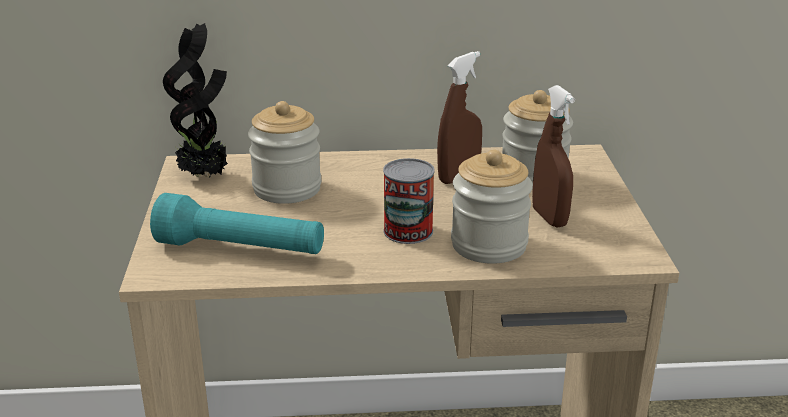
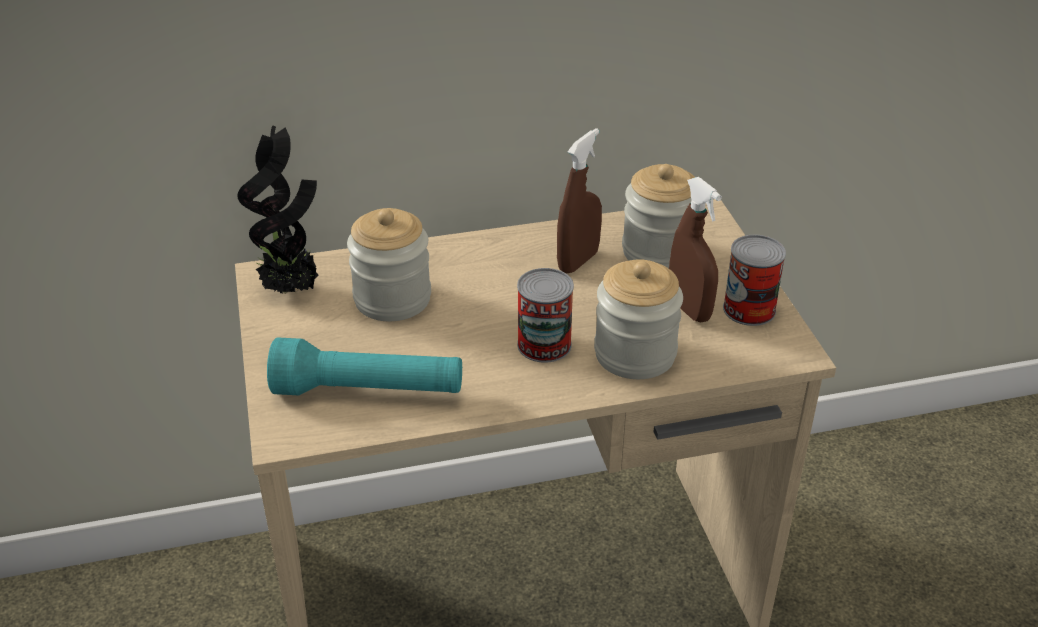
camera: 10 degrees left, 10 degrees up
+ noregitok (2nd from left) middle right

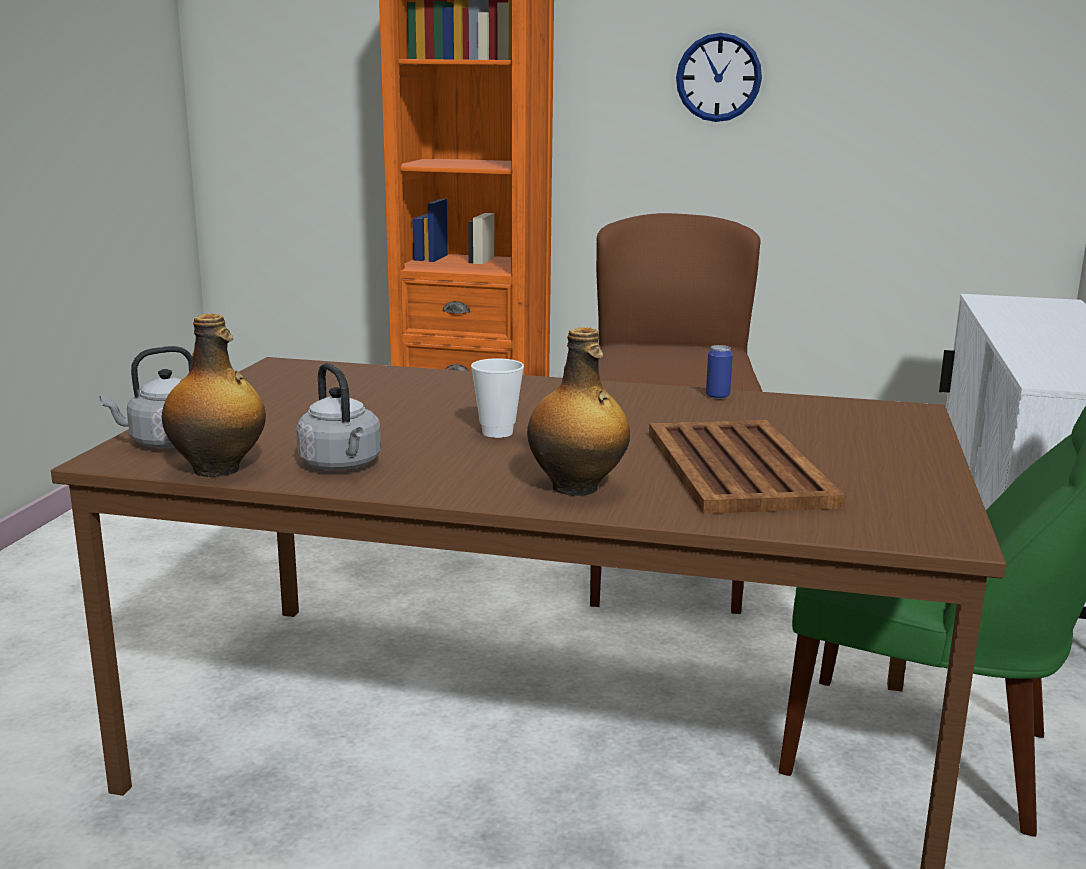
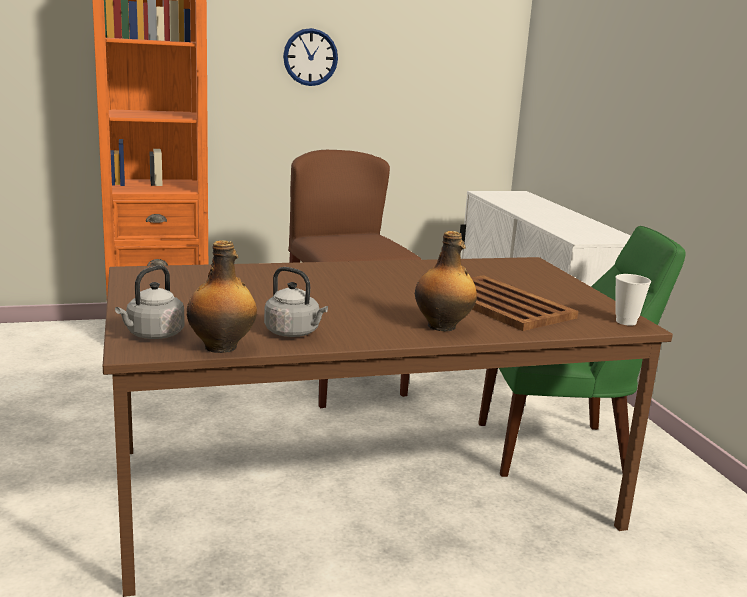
camera: 30 degrees left, 0 degrees up
~ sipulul centre to middle right
- noregitok centre

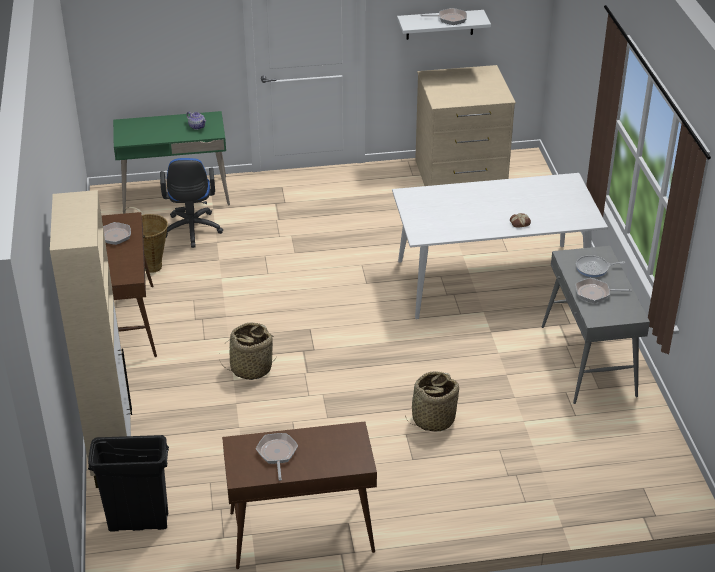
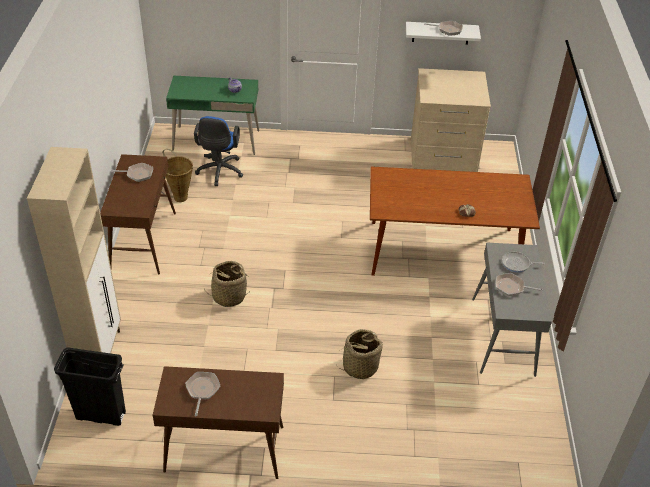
camera: 10 degrees right, 5 degrees up
~ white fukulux middle right to brown fukulux middle right

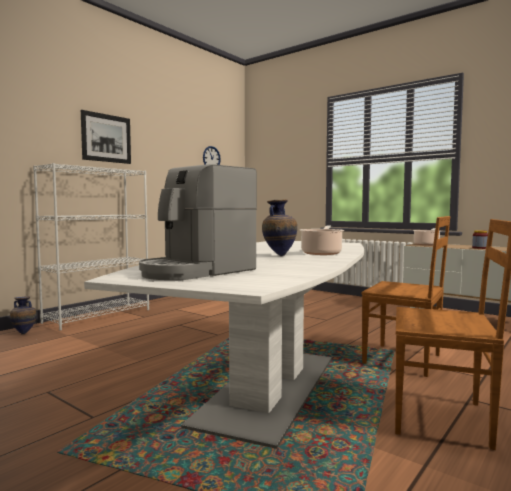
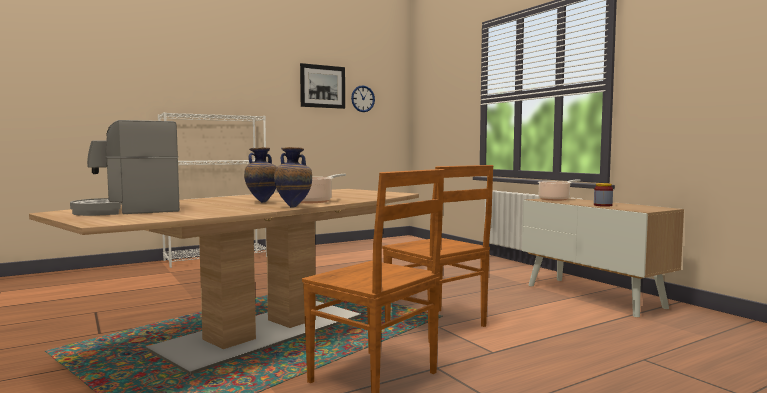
camera: 20 degrees right, 0 degrees up
~ white fukulux bottom centre to brown fukulux bottom left
~ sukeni (1st from left in the first image) middle left to sukeni (2nd from left) centre
~ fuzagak top left to top centre

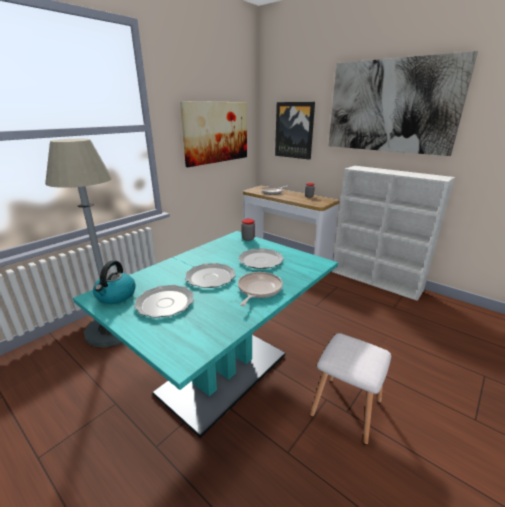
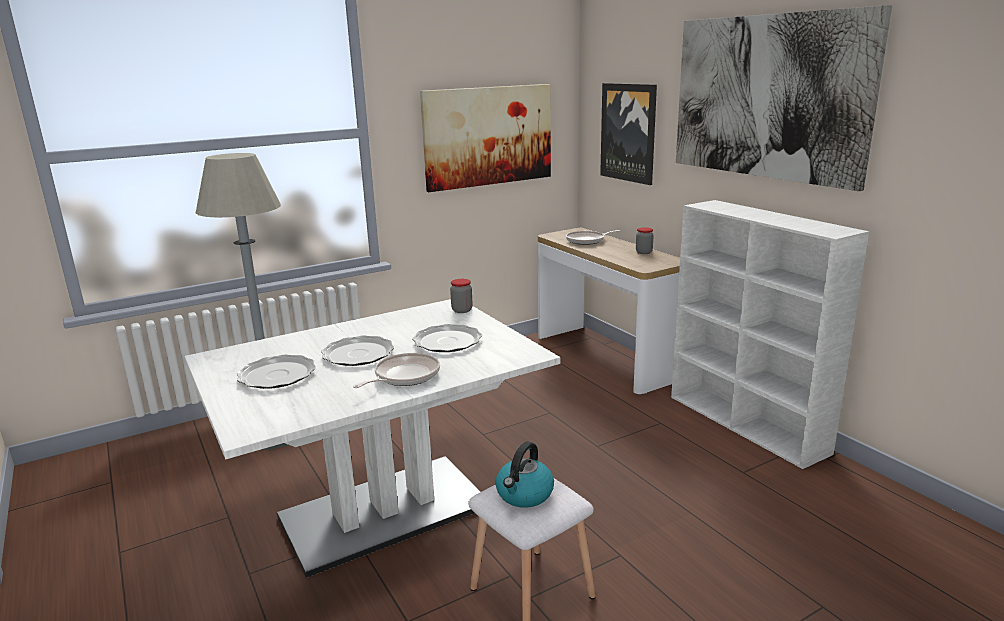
camera: 20 degrees right, 5 degrees down
~ turquoise fukulux centre to white fukulux bottom centre
~ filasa middle left to bottom centre

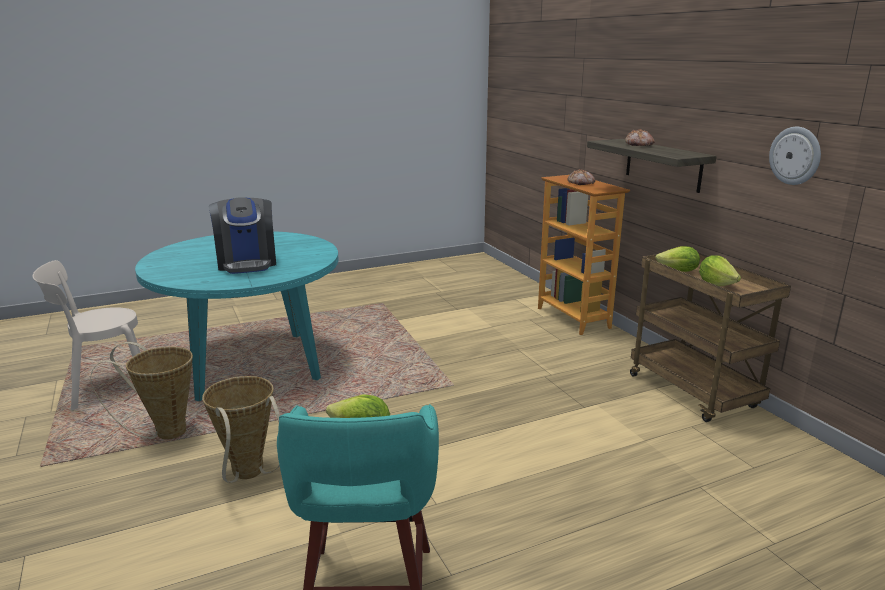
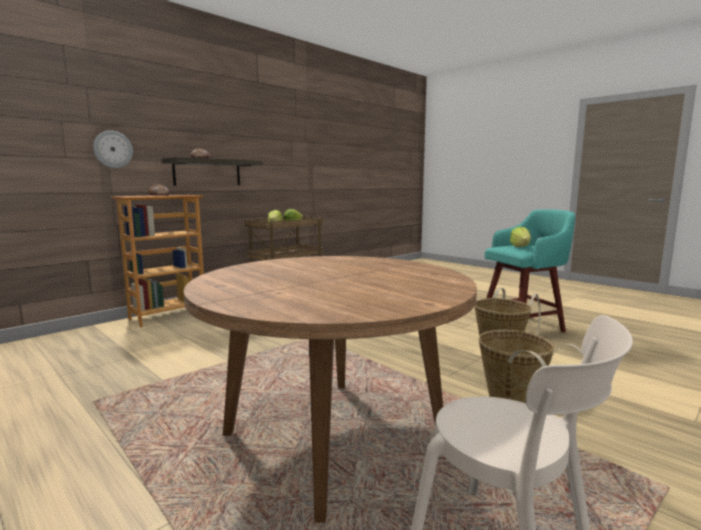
camera: 110 degrees left, 10 degrees down
~ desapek top right to top left
~ turquoise fukulux middle left to brown fukulux bottom centre
- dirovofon middle left

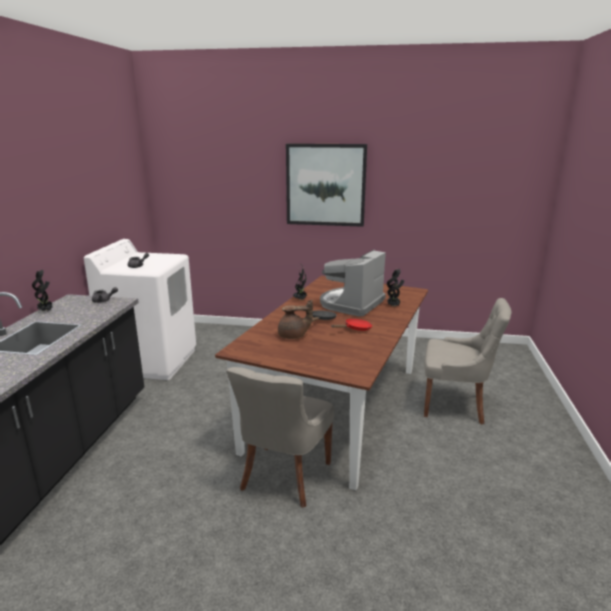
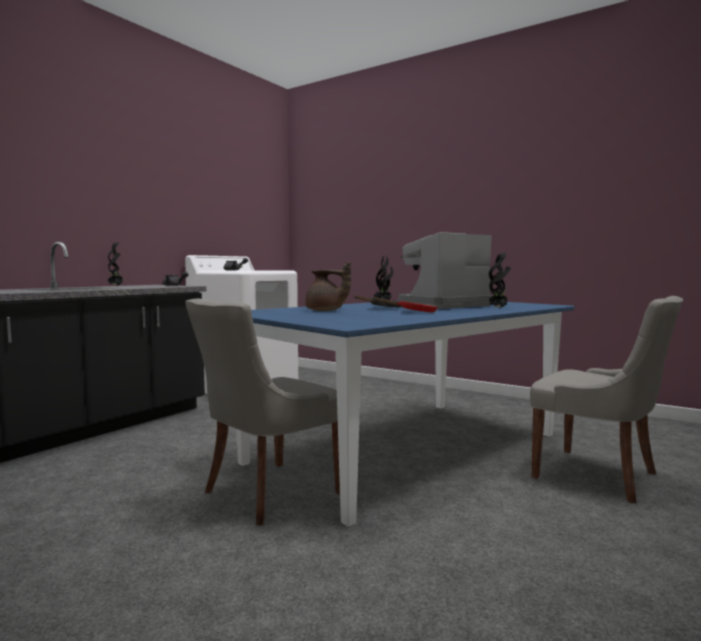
camera: 25 degrees right, 15 degrees down
~ brown fukulux centre to blue fukulux centre
- fuzagak top centre

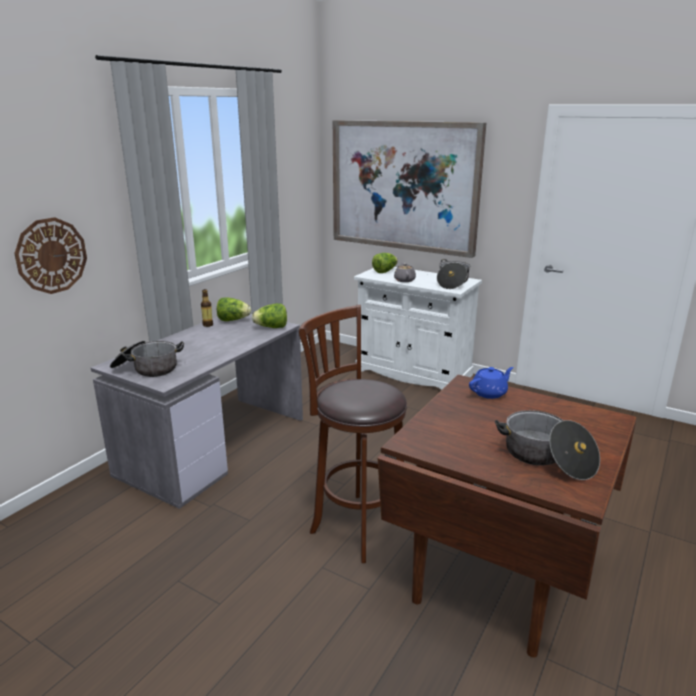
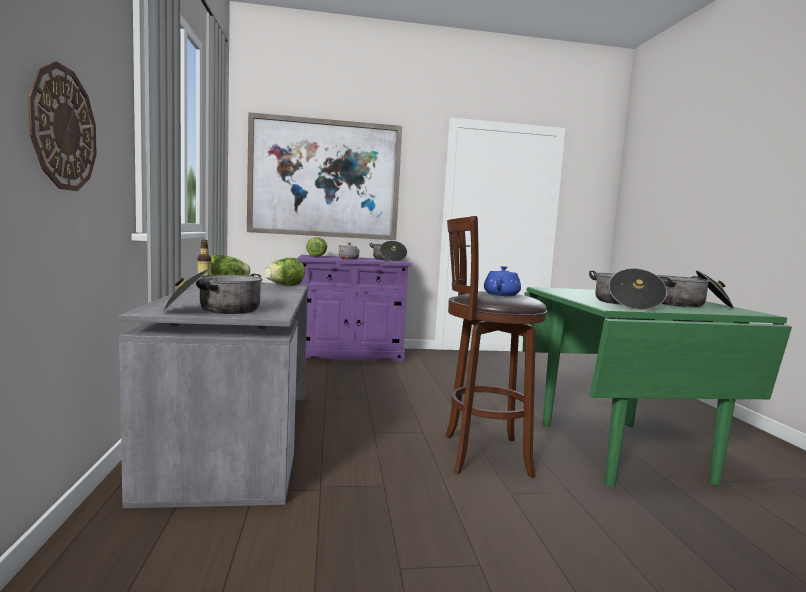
camera: 40 degrees left, 15 degrees down
~ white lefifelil centre to purple lefifelil centre
~ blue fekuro middle right to centre
~ brown fukulux bottom right to green fukulux middle right
+ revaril (3rd from left) middle right

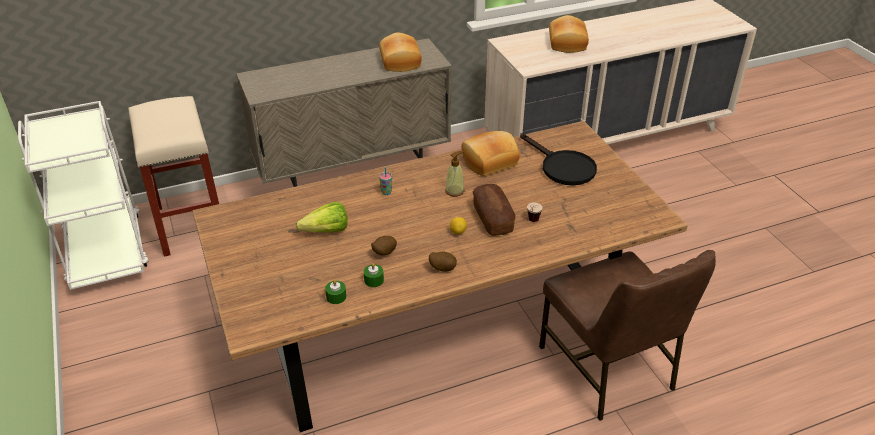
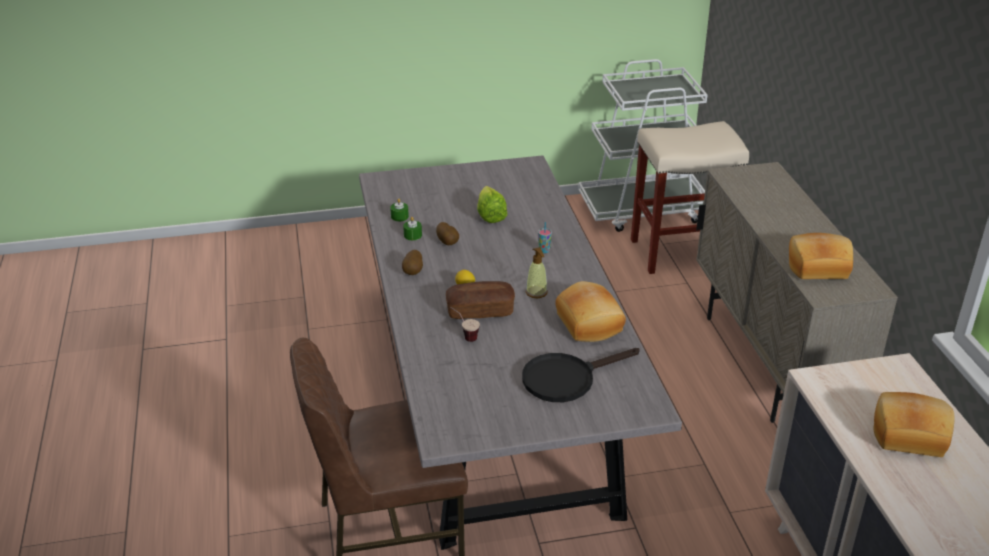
camera: 100 degrees right, 5 degrees down
~ brown fukulux centre to grey fukulux centre

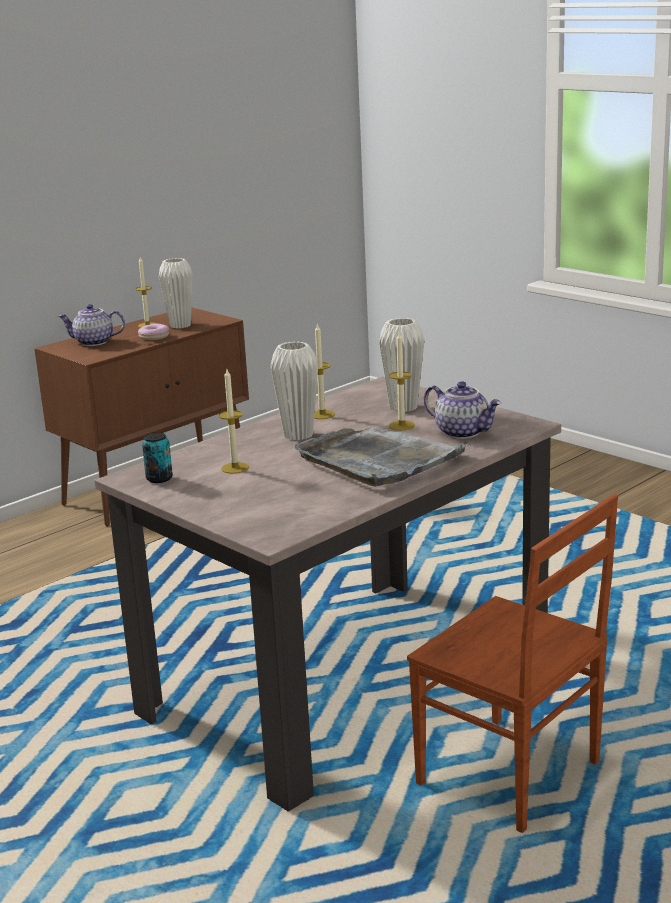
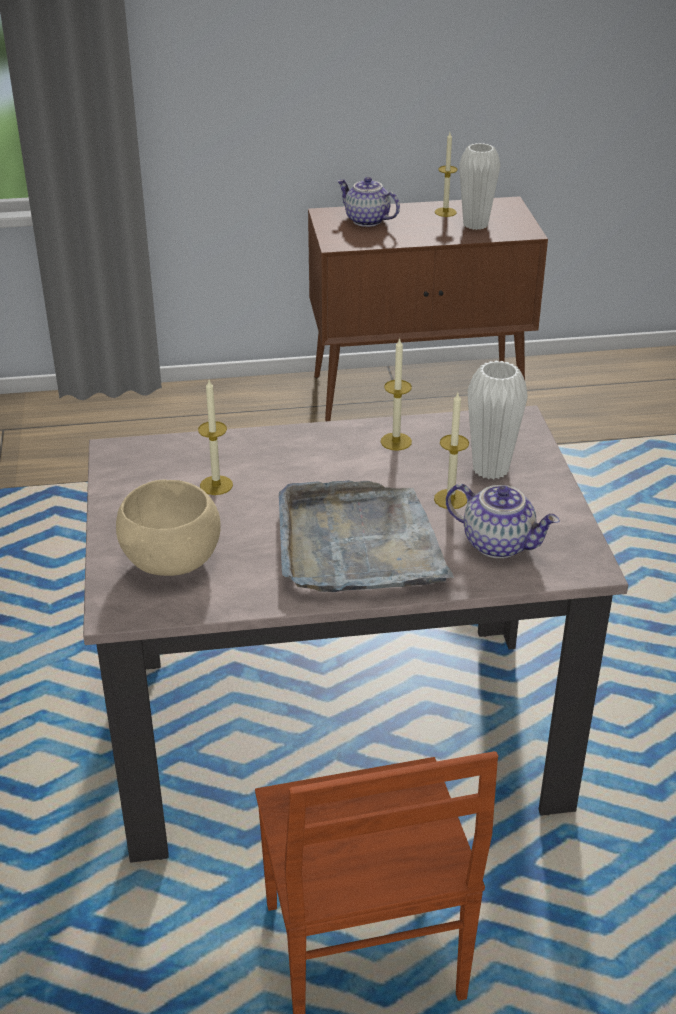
camera: 35 degrees right, 15 degrees up
+ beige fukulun middle left
~ fekuro (2nd from left) middle right = middle right 45 degrees counterclockwise
- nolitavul middle left
- noregitok middle left
- white sukeni (2nd from left) centre

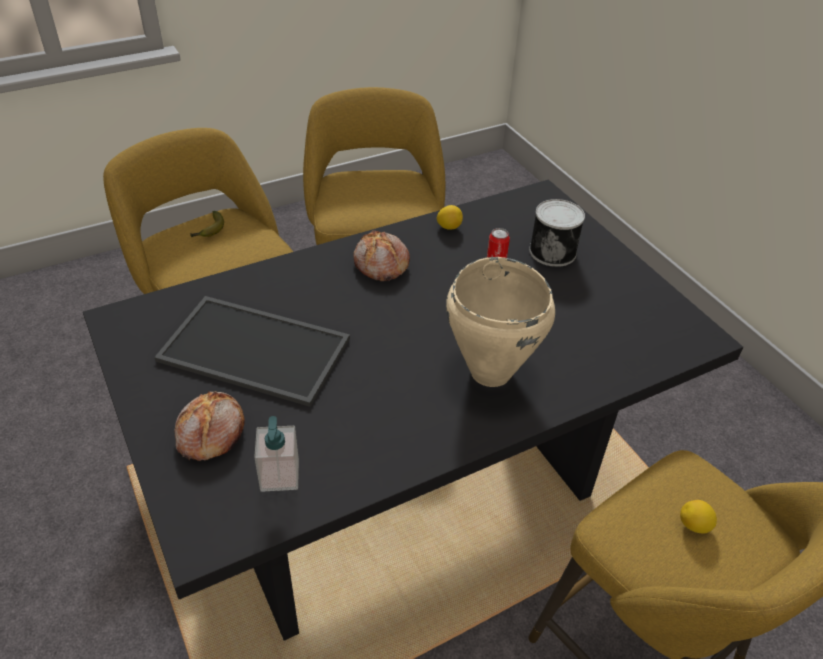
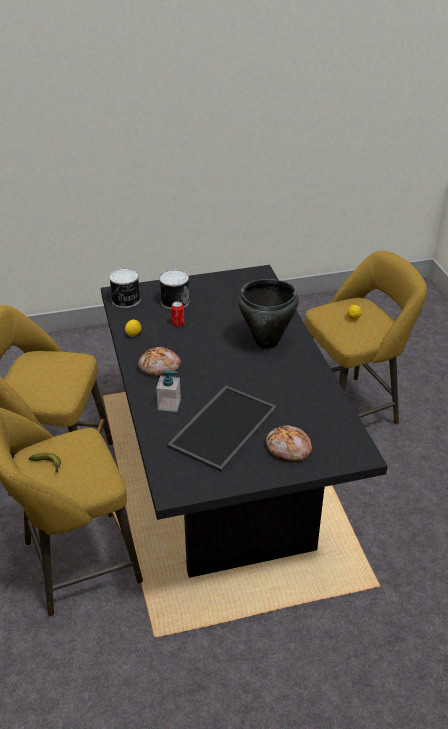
camera: 75 degrees left, 5 degrees down
+ noregitok (1st from left) middle left
~ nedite bottom centre to centre
~ beige revaril centre to black revaril centre

